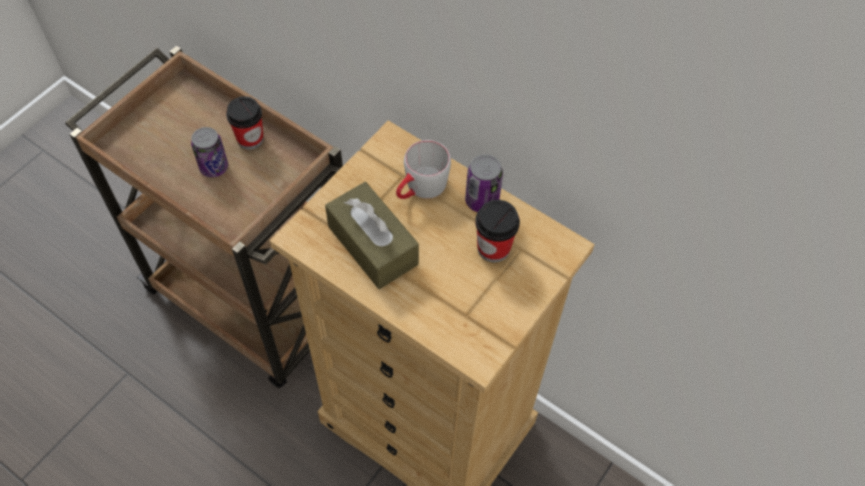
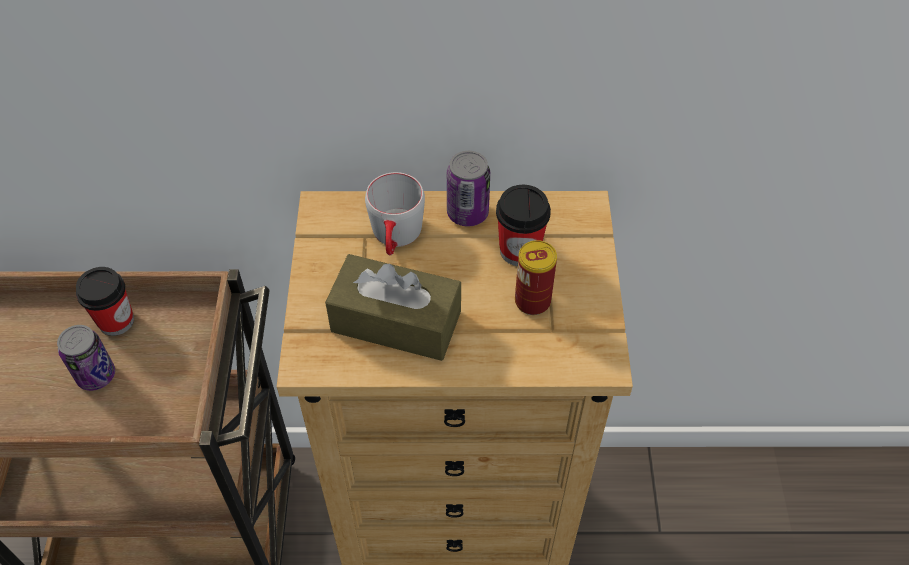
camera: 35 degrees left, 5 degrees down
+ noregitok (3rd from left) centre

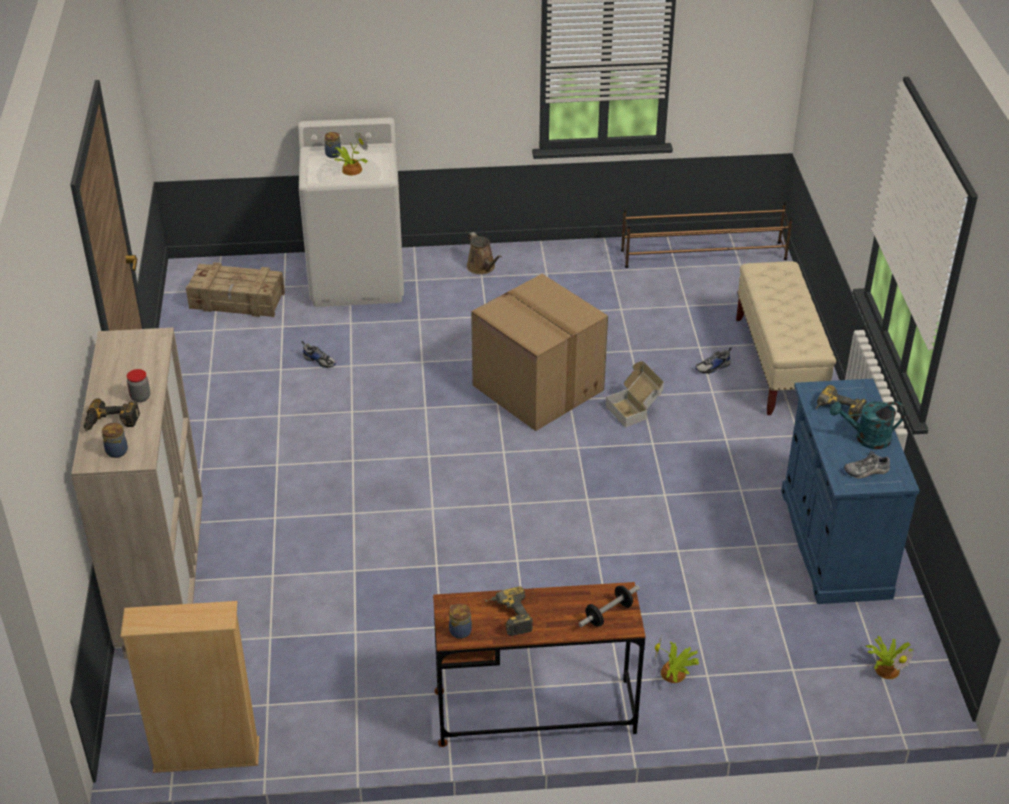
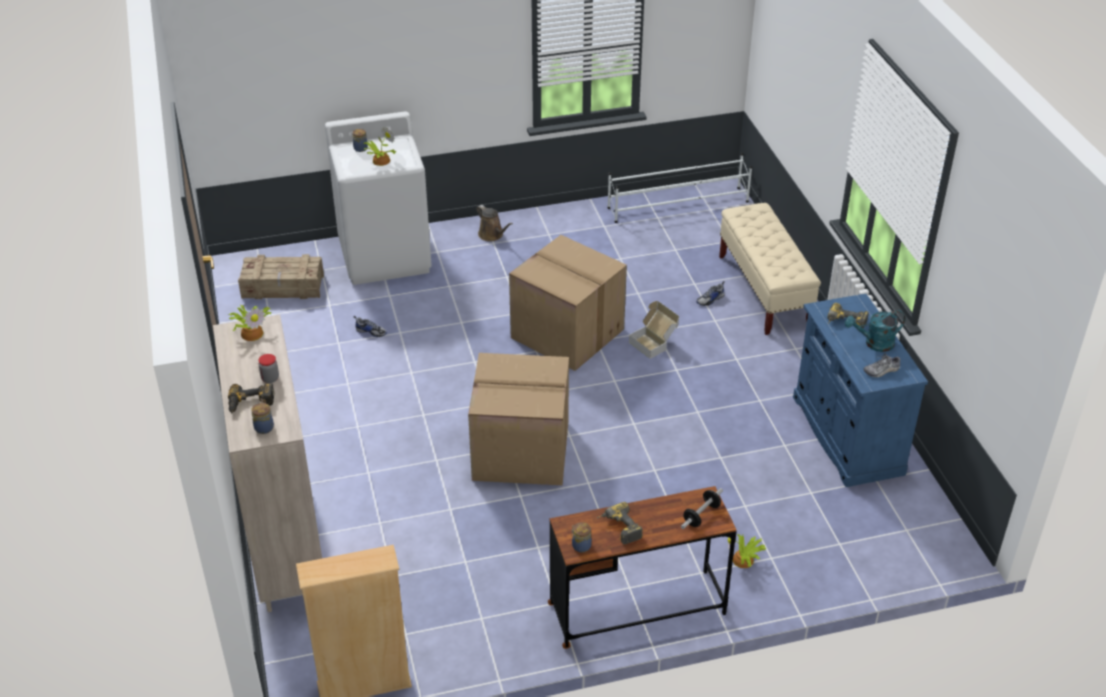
camera: 10 degrees left, 0 degrees up
~ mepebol (3rd from left in the first image) bottom right to mepebol (1st from left) middle left
+ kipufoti (1st from left) centre
~ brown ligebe top right to white ligebe top centre

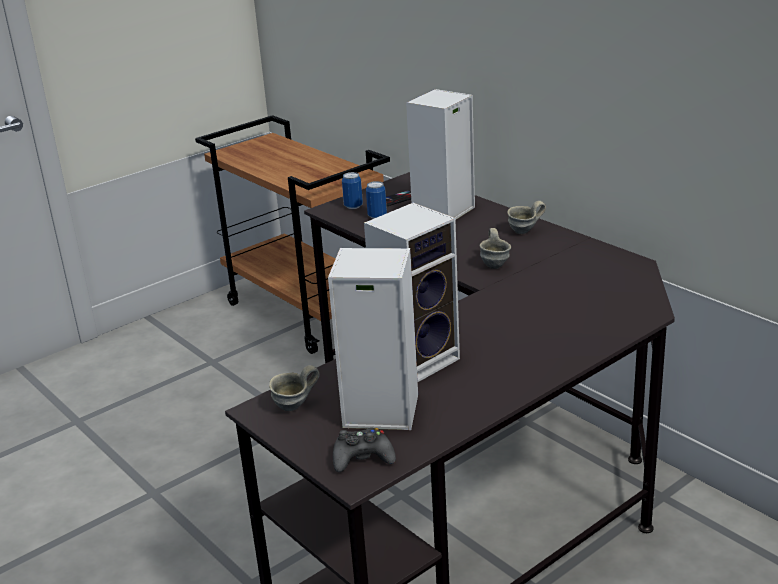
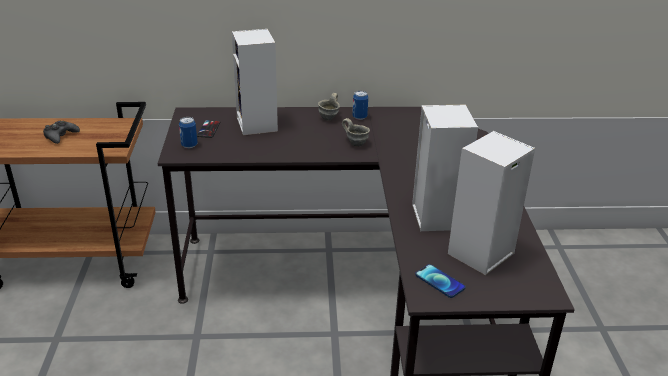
camera: 55 degrees left, 5 degrees up
~ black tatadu bottom centre to middle left
~ noregitok (2nd from left) centre to top centre
~ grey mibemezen (1st from left) centre to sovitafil (2nd from left) bottom centre

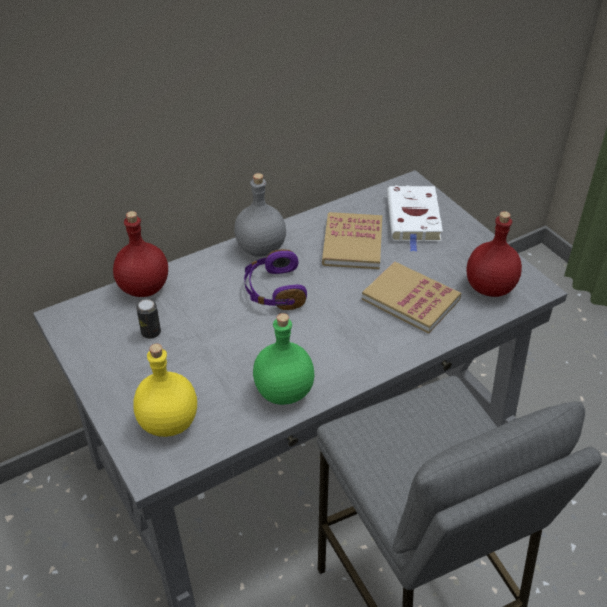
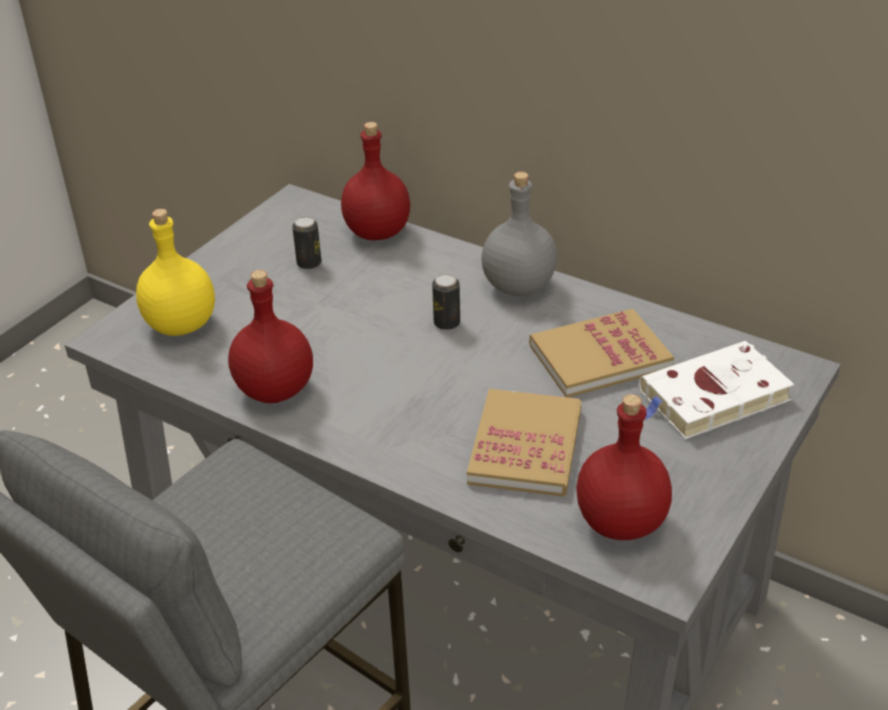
camera: 65 degrees right, 5 degrees down
~ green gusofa centre to red gusofa (1st from left) middle left
~ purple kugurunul centre to noregitok (2nd from left) centre

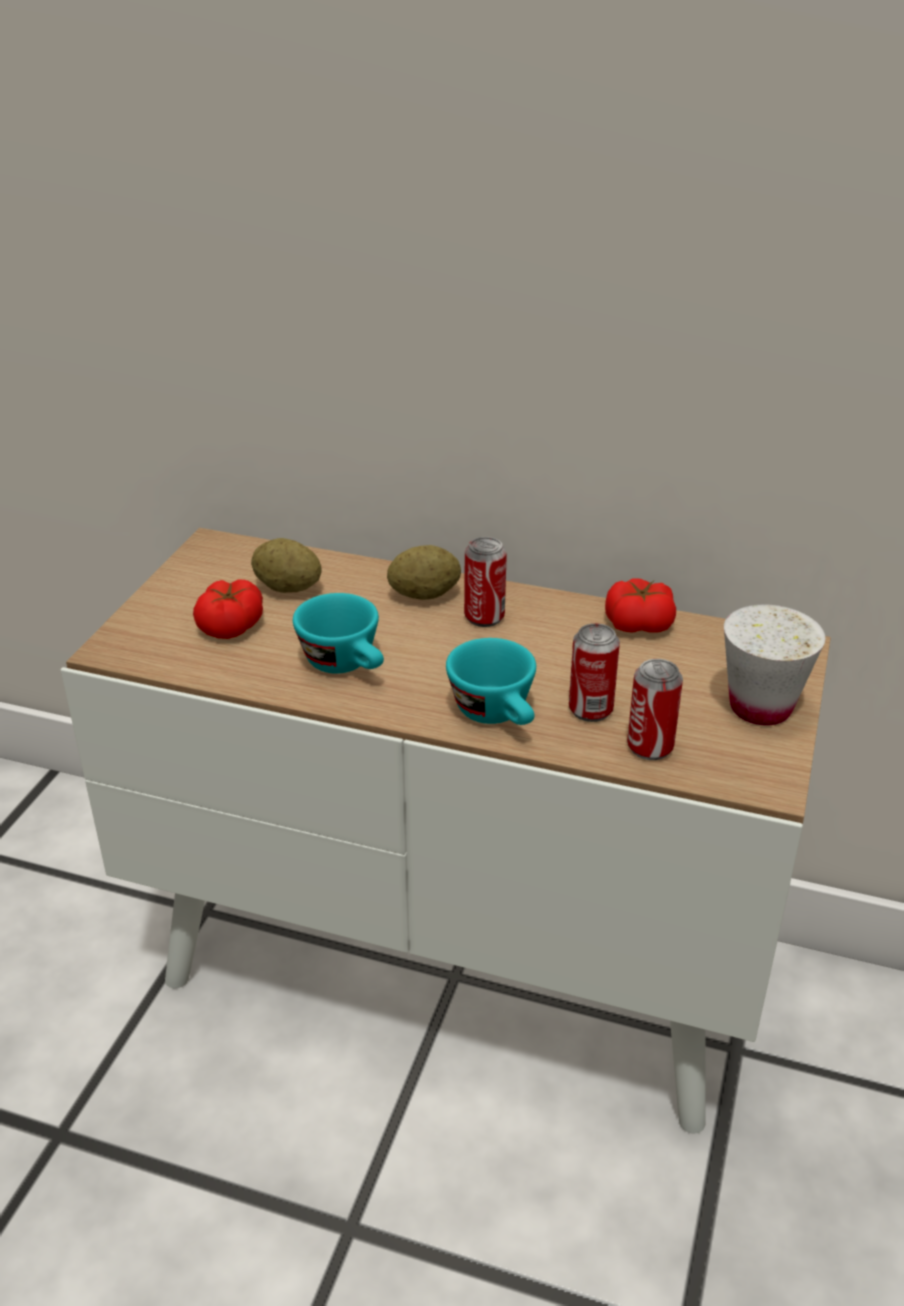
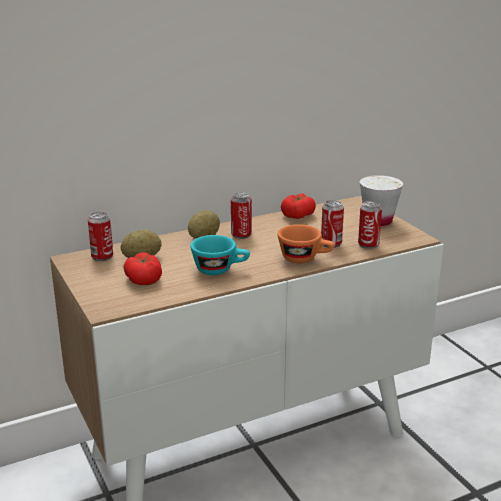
camera: 45 degrees left, 10 degrees down
+ noregitok (1st from left) middle left
~ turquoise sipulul (2nd from left) centre to orange sipulul centre

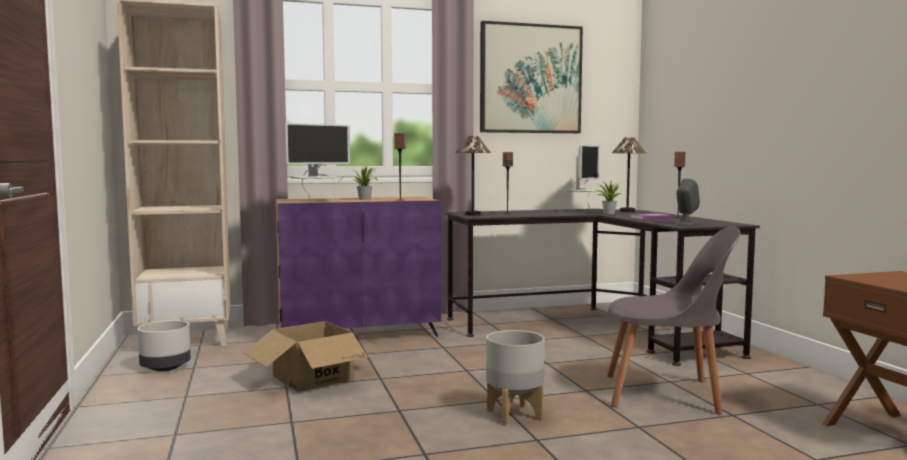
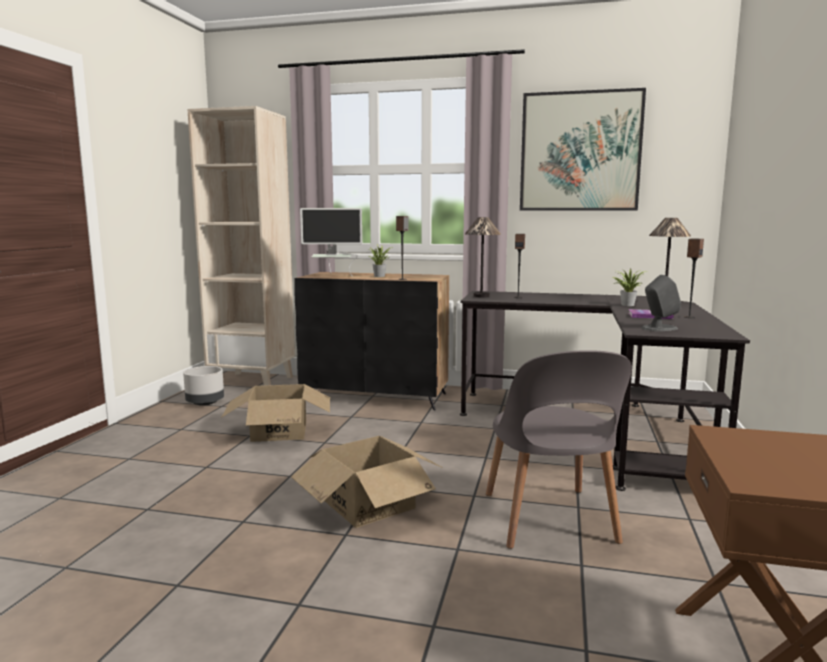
camera: 30 degrees right, 5 degrees up
~ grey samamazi (2nd from left) bottom centre to kipufoti (2nd from left) bottom centre
~ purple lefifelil centre to black lefifelil centre
~ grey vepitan bottom right = bottom right 45 degrees clockwise
- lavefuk (2nd from left) centre

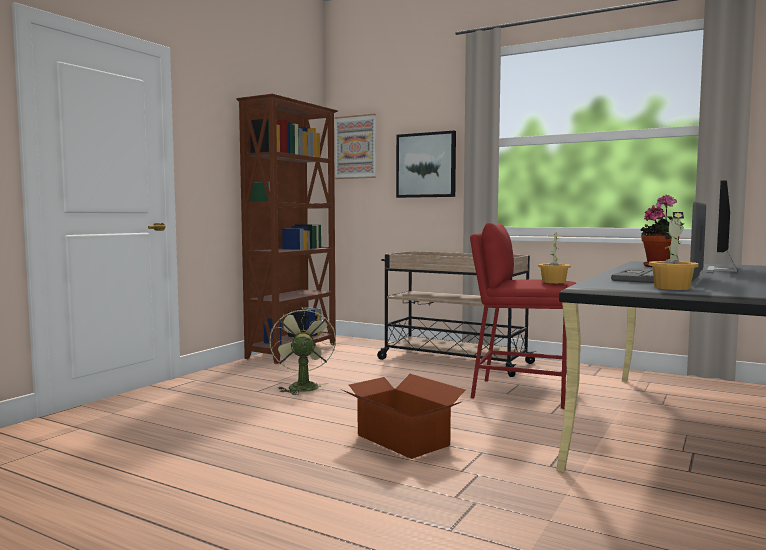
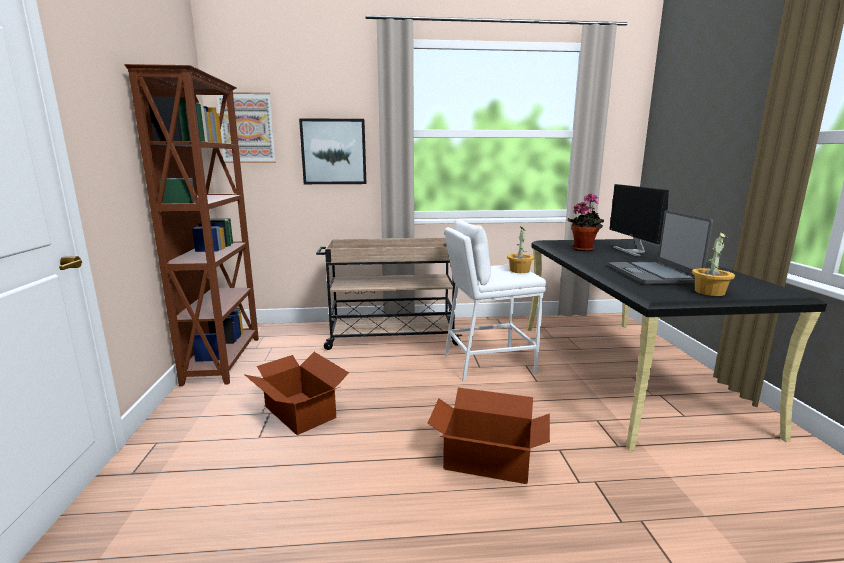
camera: 35 degrees left, 10 degrees up
~ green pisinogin centre to kipufoti (1st from left) bottom centre
~ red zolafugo middle right to white zolafugo centre

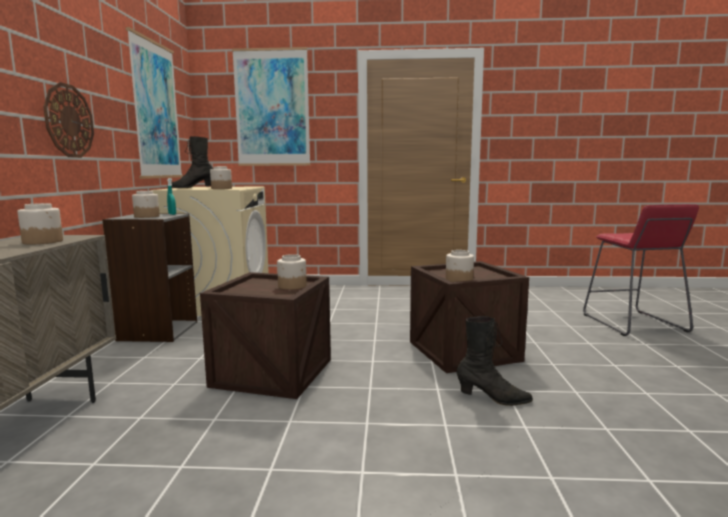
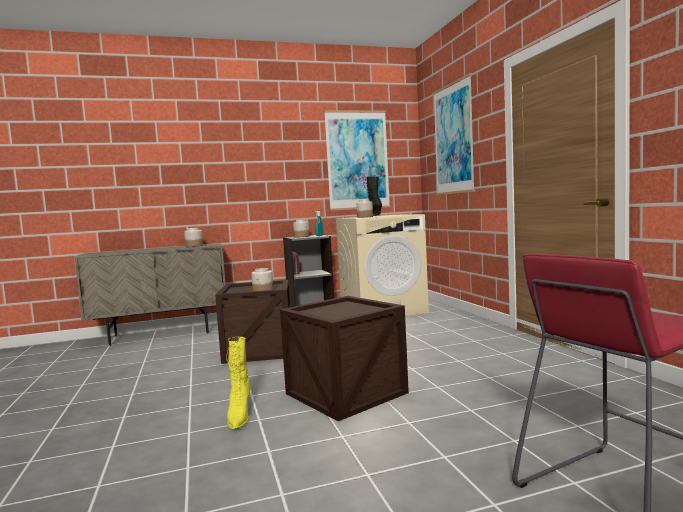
camera: 70 degrees right, 5 degrees down
~ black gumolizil (2nd from left) bottom right to yellow gumolizil bottom centre
- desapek top left
- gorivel (5th from left) centre

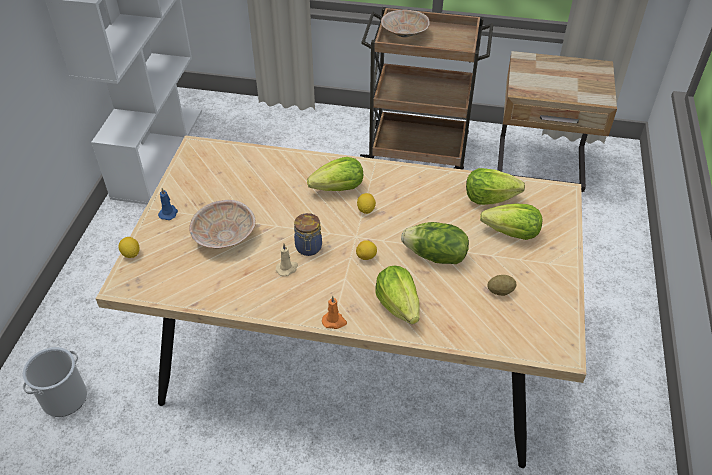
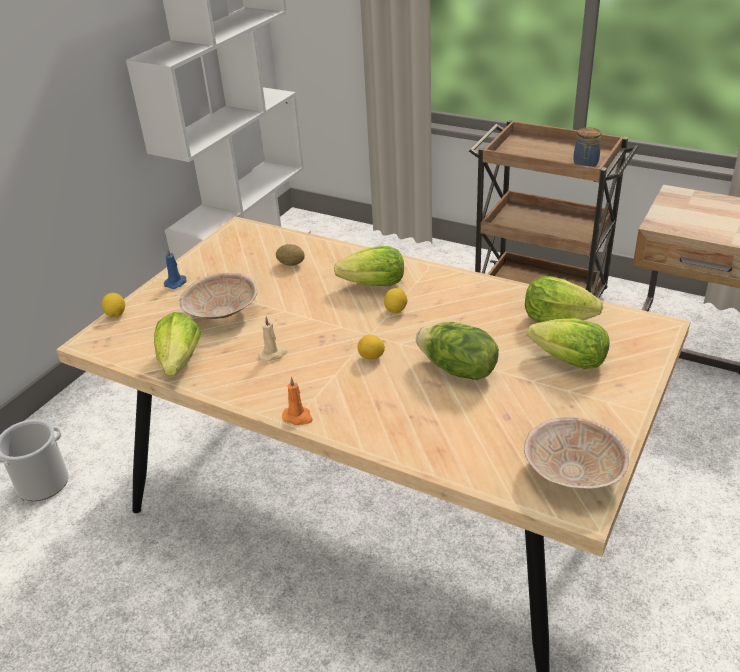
camera: 20 degrees right, 10 degrees down
~ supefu (2nd from left in the first image) centre to supefu (1st from left) middle left
~ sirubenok middle right to centre
~ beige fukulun (2nd from left) top centre to bottom right
~ gorivel centre to top right

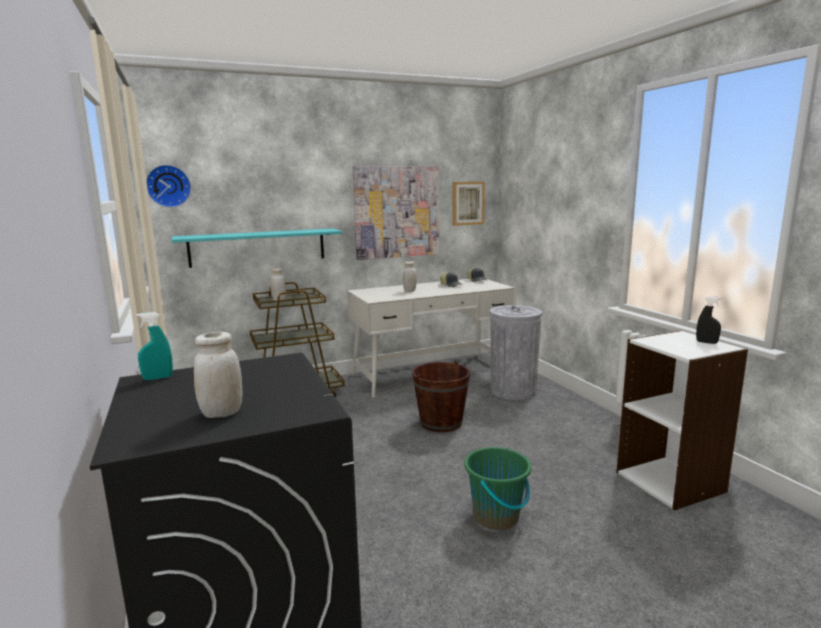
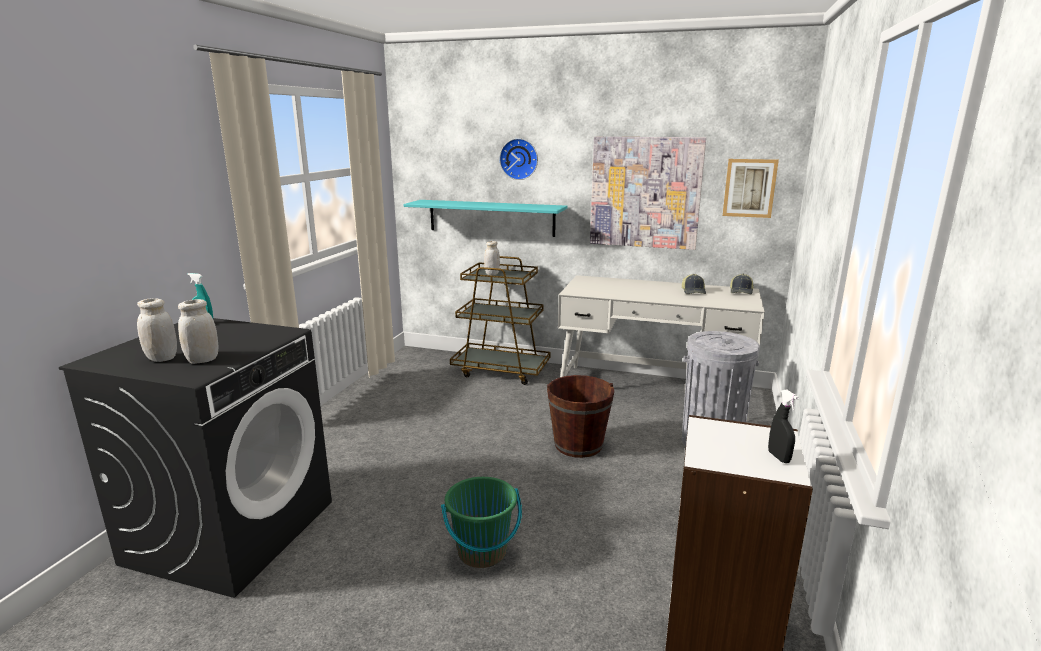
camera: 40 degrees right, 5 degrees up
~ white gorivel (3rd from left in the first image) centre to white gorivel (2nd from left) middle left
~ desapek top left to top centre

